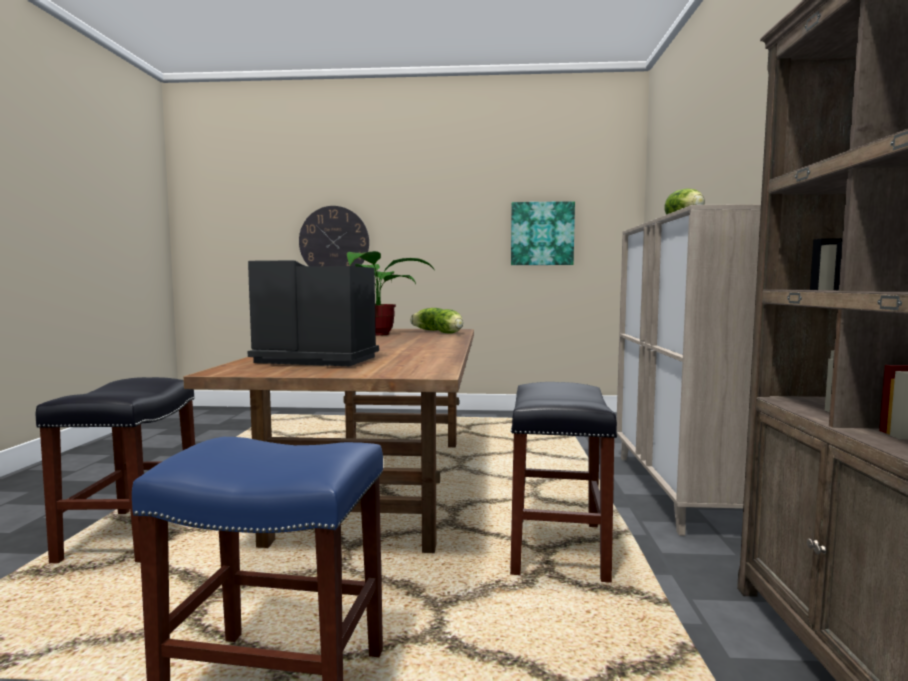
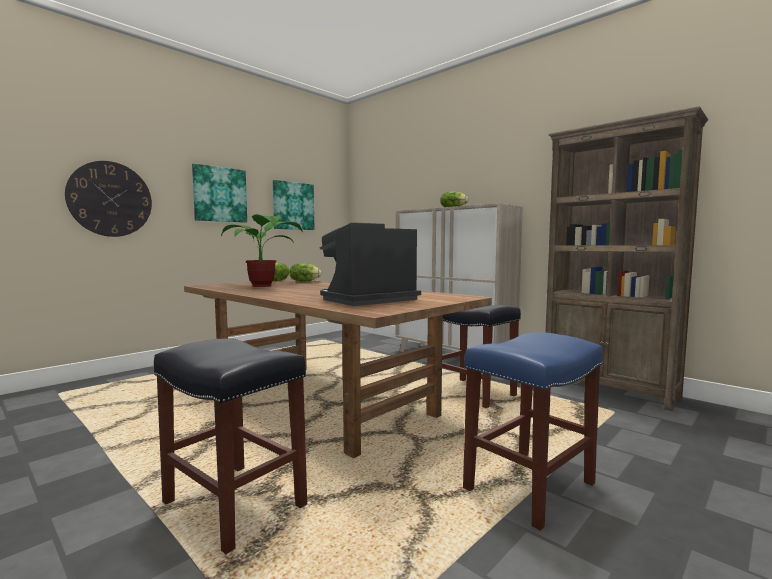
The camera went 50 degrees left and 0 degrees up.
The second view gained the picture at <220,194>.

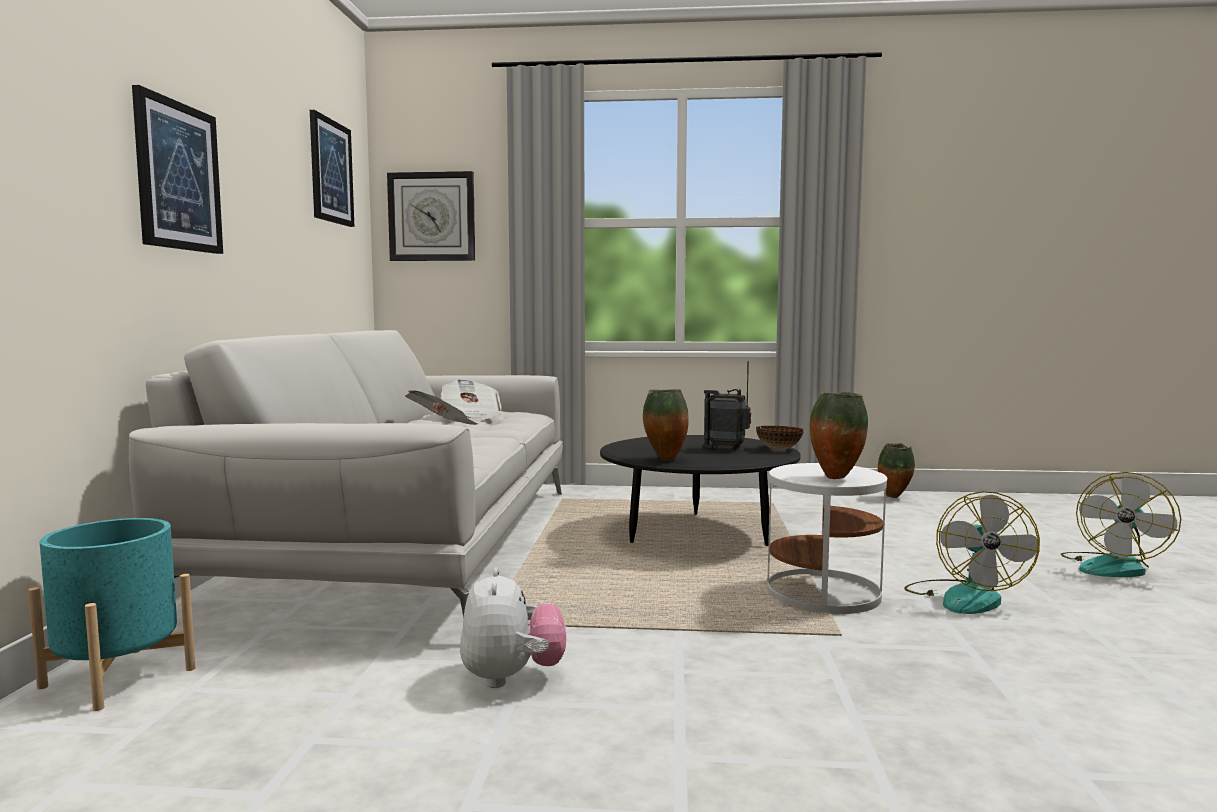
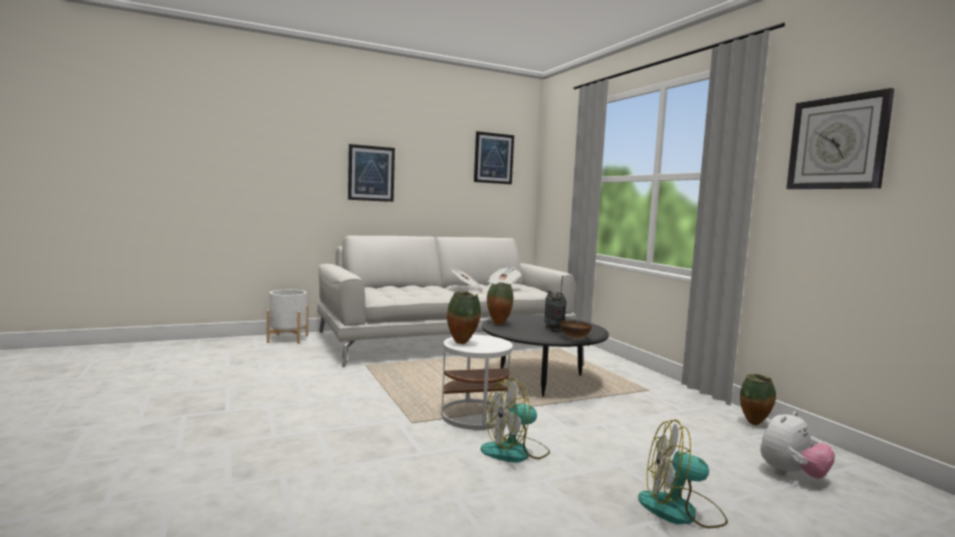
The camera went 60 degrees right and 0 degrees up.
The wall clock ended up elsewhere, having gone from <432,217> to <837,143>.
The plush toy ended up elsewhere, having gone from <512,678> to <791,475>.
What was the planter (turquoise) at <118,678> turned into the planter (white) at <288,339>.

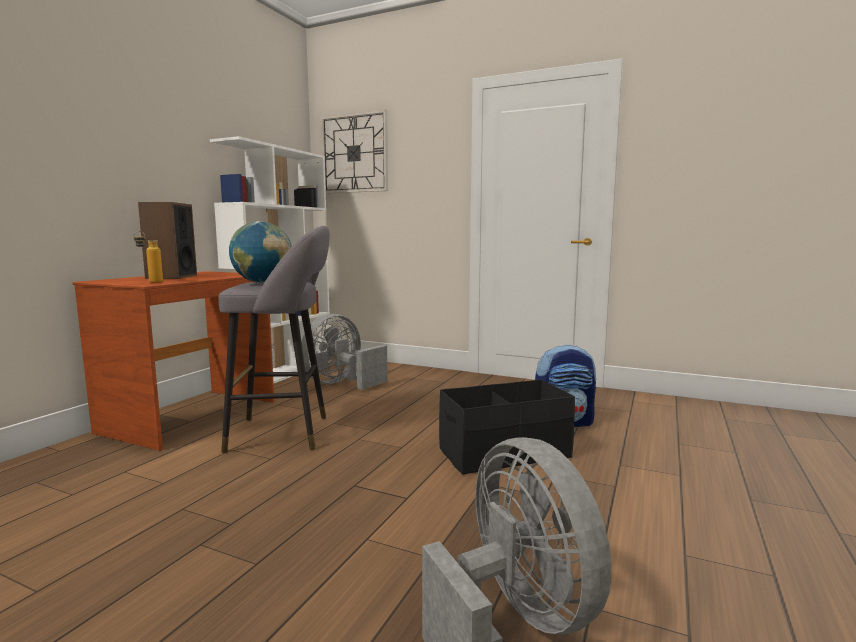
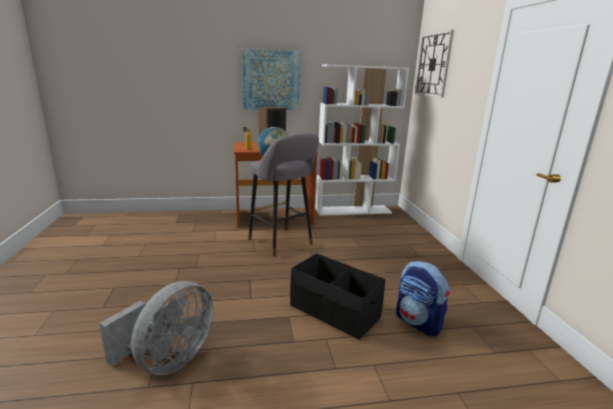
The camera went 55 degrees right and 10 degrees up.
The second view lost the fan (grey) at <341,384>.
The second view gained the picture at <271,80>.

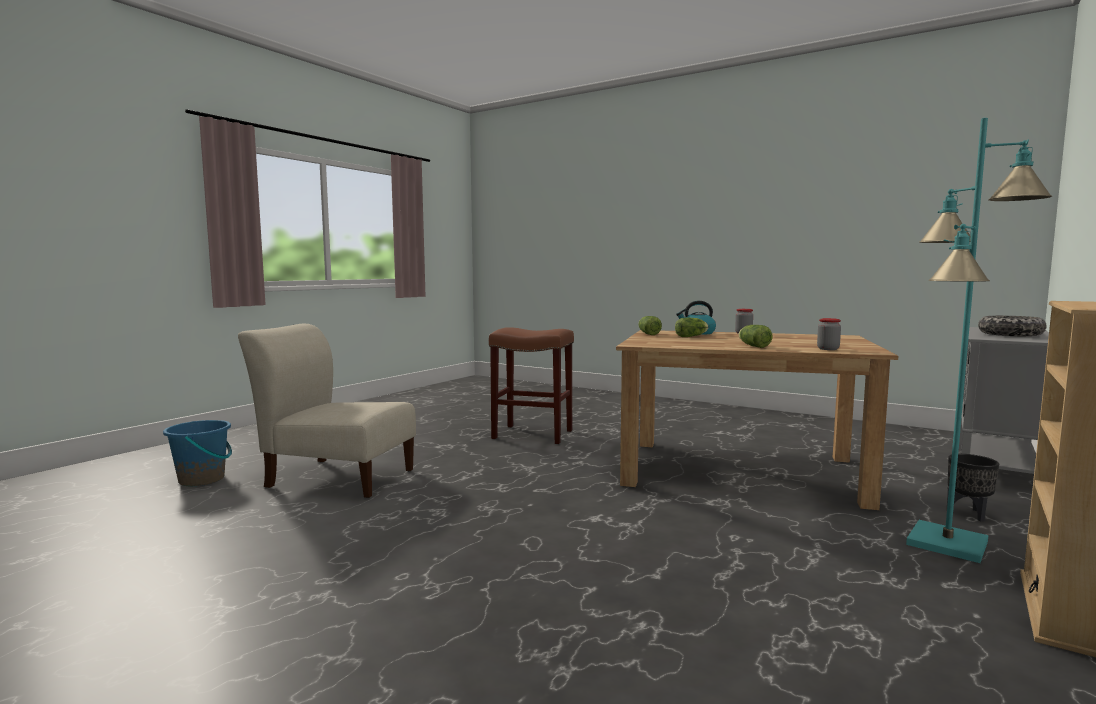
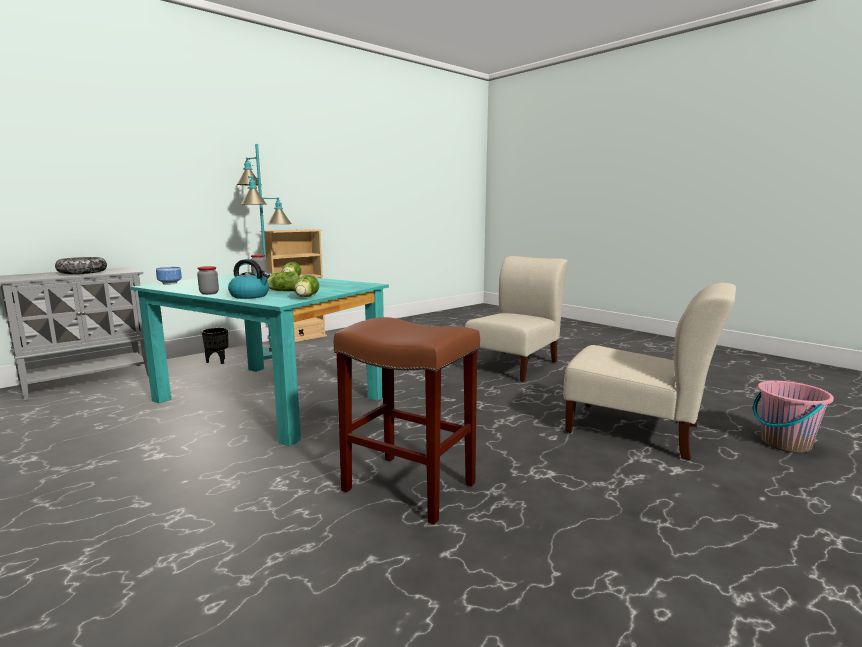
The camera went 165 degrees left and 5 degrees up.
The second view gained the bowl at <168,283>.
The second view gained the chair (beige) at <515,365>.
What was the bucket (blue) at <202,479> turned into the bucket (pink) at <785,444>.
What was the dining table (brown) at <739,471> turned into the dining table (turquoise) at <271,398>.

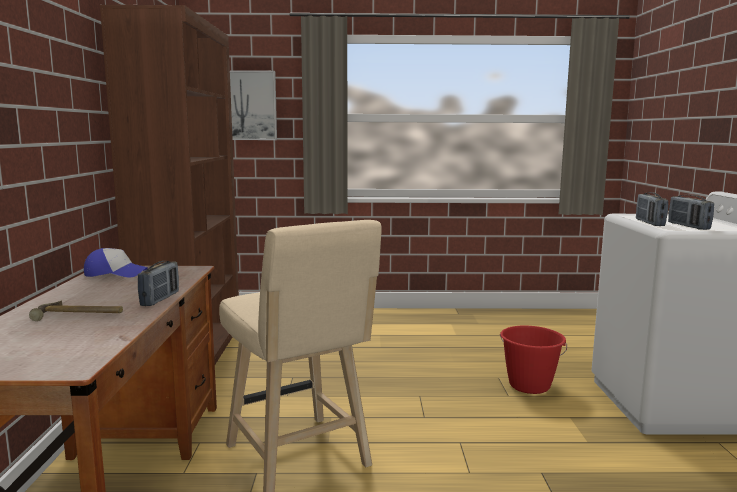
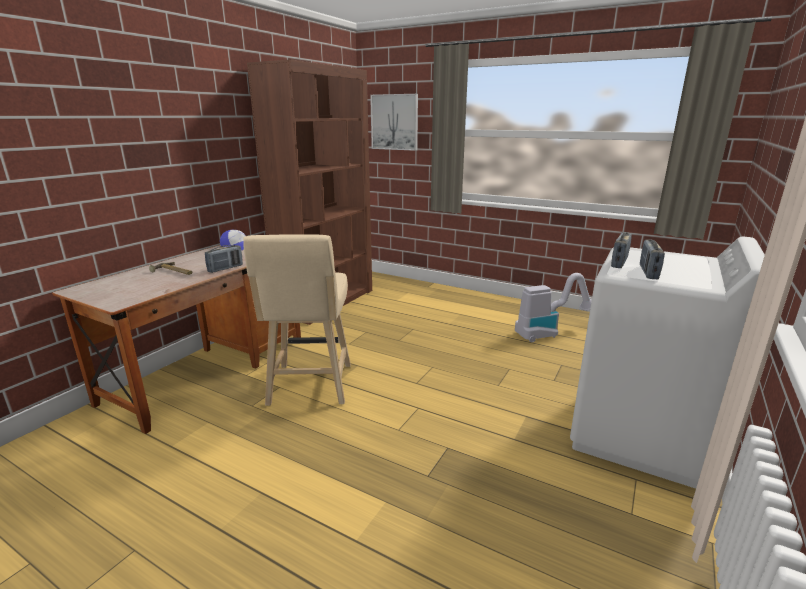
The camera went 30 degrees right and 10 degrees up.
The second view lost the bucket (red) at <529,385>.
The second view gained the vacuum cleaner at <548,333>.

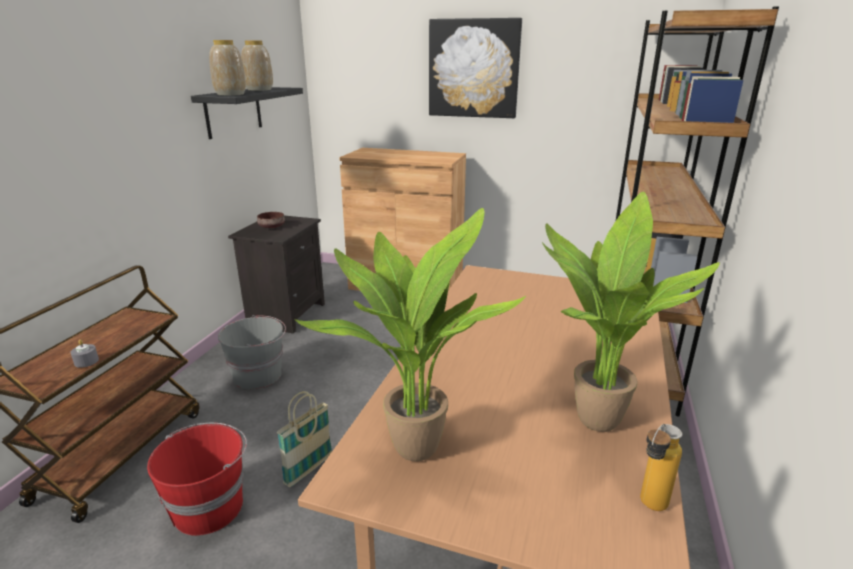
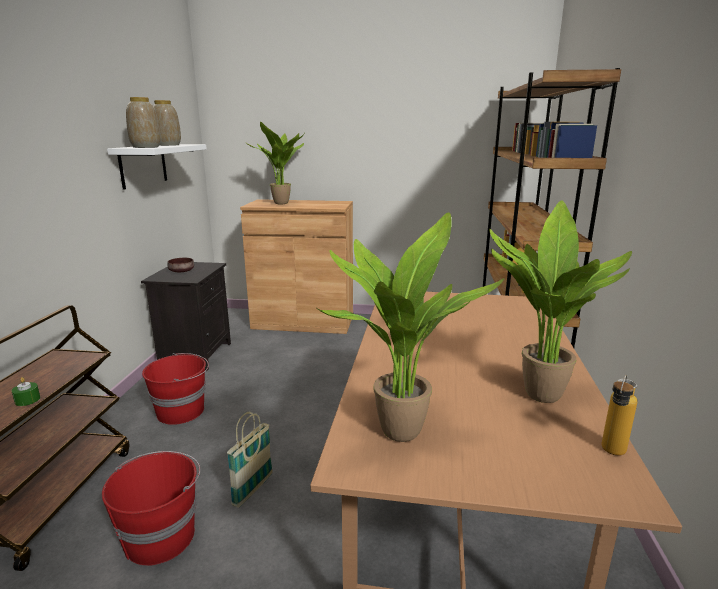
The camera went 10 degrees left and 5 degrees down.
The second view lost the picture at <473,69>.
The second view gained the potted plant at <283,204>.
What was the candle (grey) at <86,361> turned into the candle (green) at <27,400>.
What was the shelf (black) at <233,112> turned into the shelf (white) at <143,165>.
What was the bucket (grey) at <259,375> turned into the bucket (red) at <182,411>.

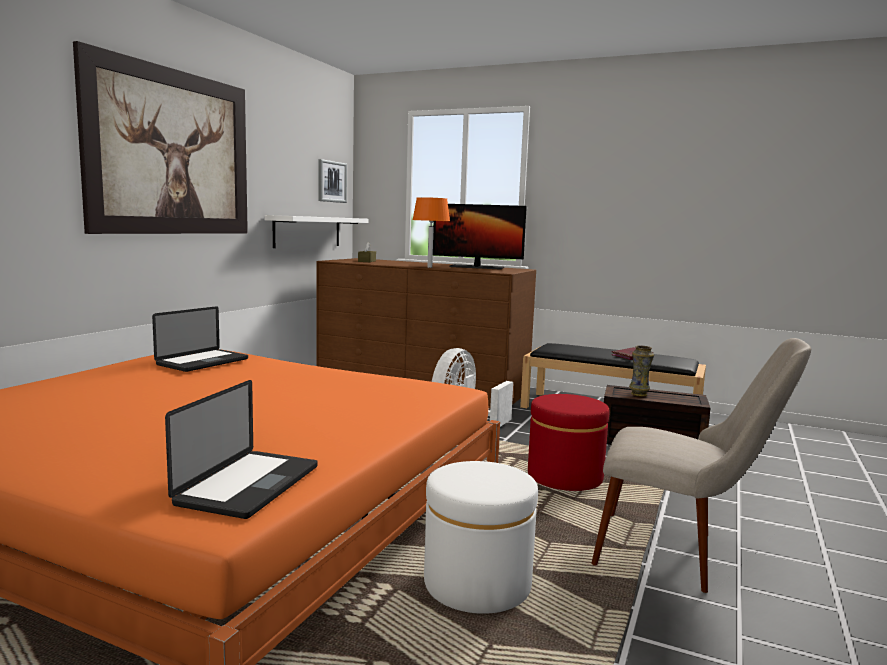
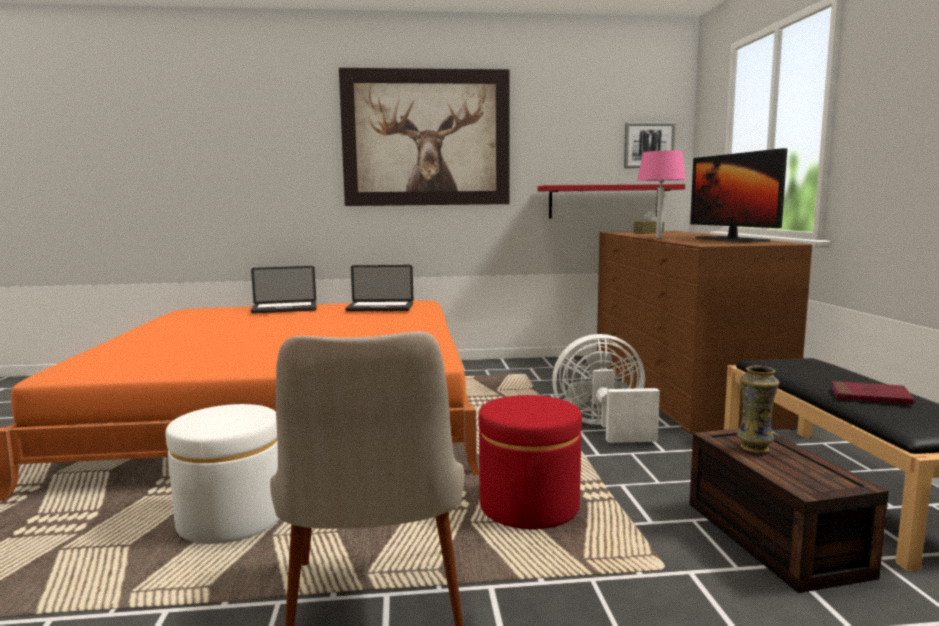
The camera went 60 degrees right and 0 degrees up.
The laptop ended up elsewhere, having gone from <249,485> to <284,309>.
What was the shelf (white) at <307,231> turned into the shelf (red) at <604,201>.
What was the table lamp (orange) at <429,267> turned into the table lamp (pink) at <658,238>.

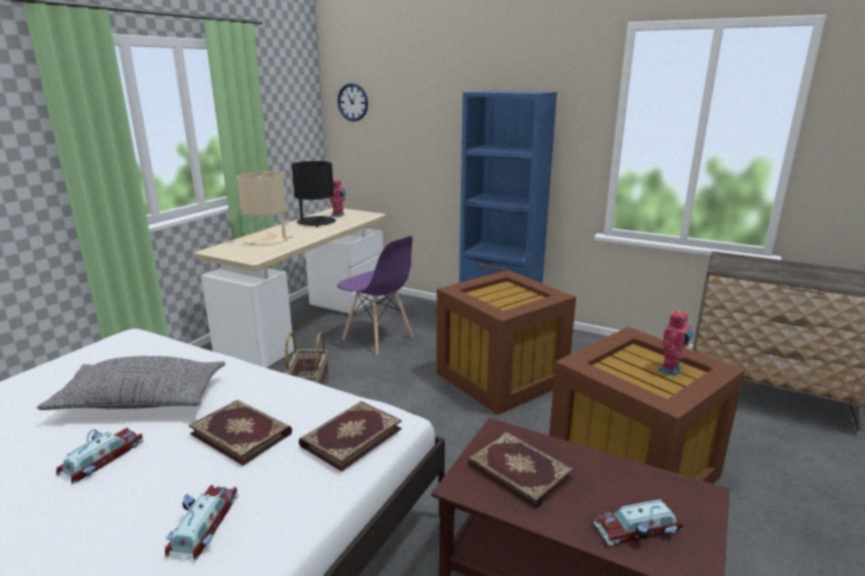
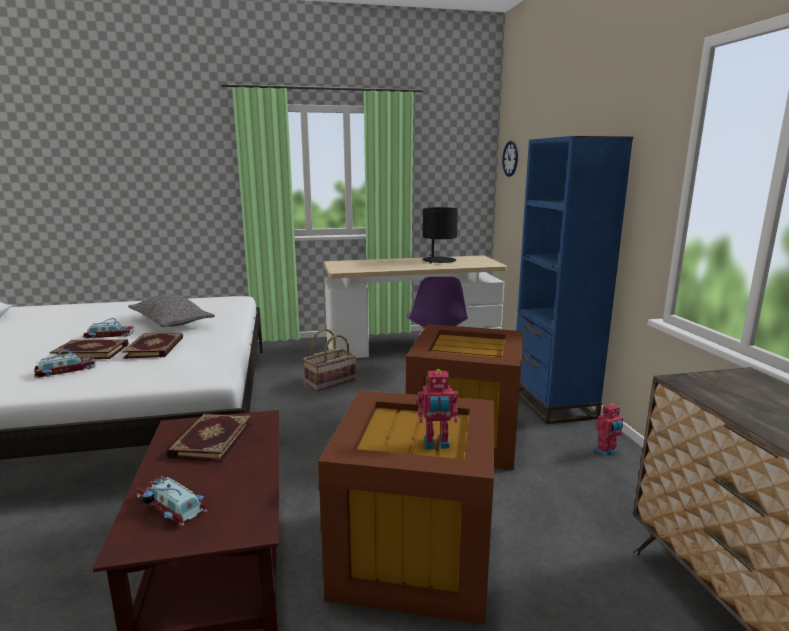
The camera went 50 degrees right and 5 degrees down.
The second view lost the table lamp (beige) at <267,240>.
The book ended up elsewhere, having gone from <350,436> to <91,351>.
The toy robot ended up elsewhere, having gone from <338,215> to <606,452>.

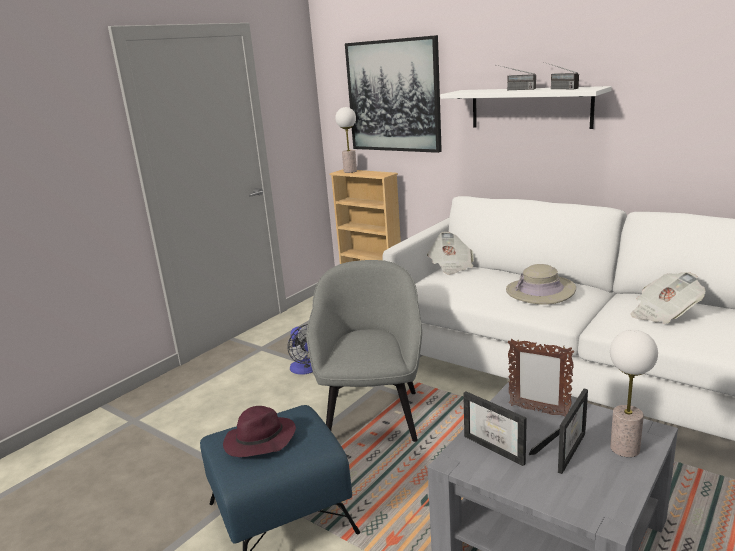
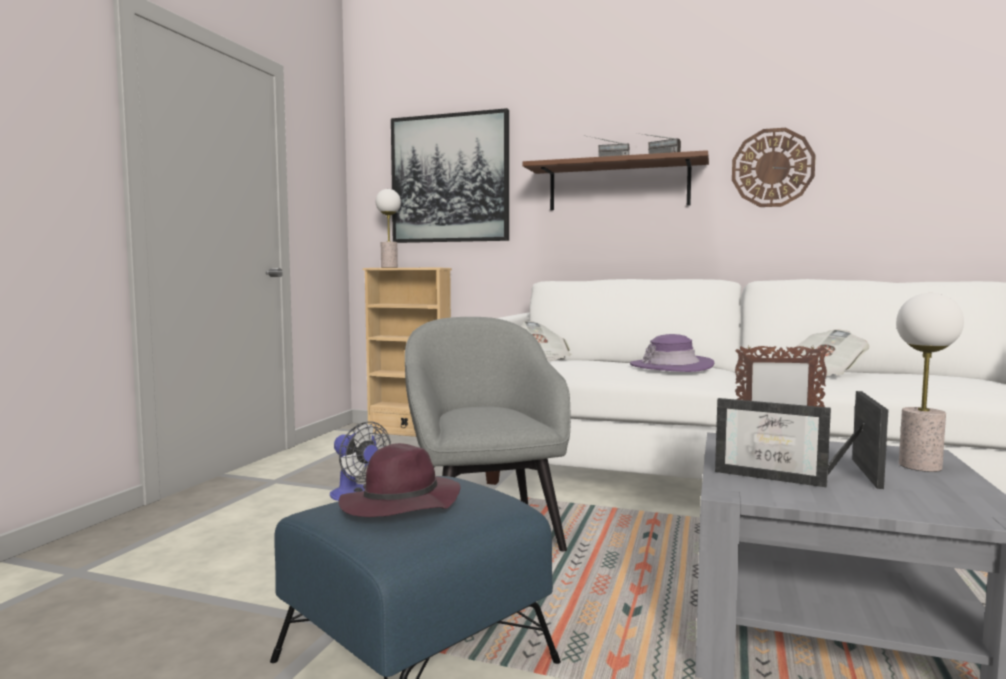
The camera went 20 degrees left and 15 degrees down.
The second view gained the wall clock at <772,168>.
What was the shelf (white) at <530,108> turned into the shelf (brown) at <618,186>.
What was the hat (beige) at <540,291> turned into the hat (purple) at <671,366>.

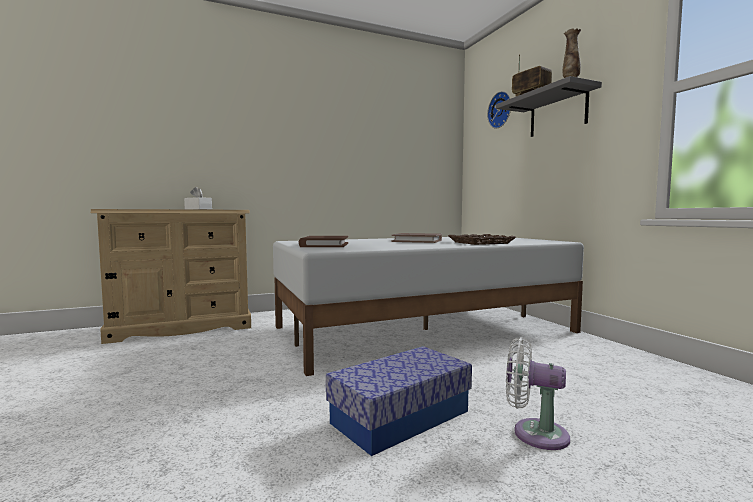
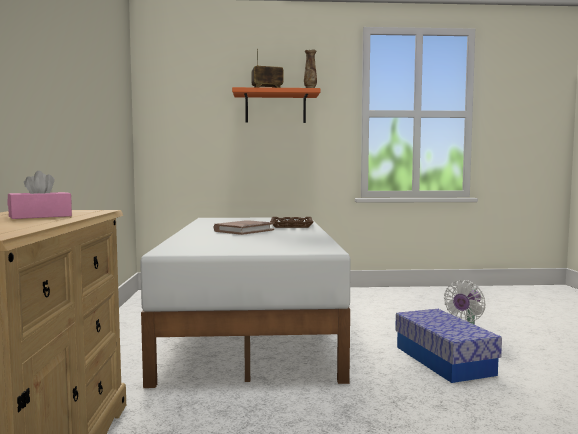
The camera went 70 degrees left and 0 degrees up.
The second view lost the book (brown) at <324,245>.
The second view lost the wall clock at <501,110>.
What was the tissue box (white) at <198,209> turned into the tissue box (pink) at <40,216>.
What was the shelf (grey) at <558,113> turned into the shelf (orange) at <275,108>.

